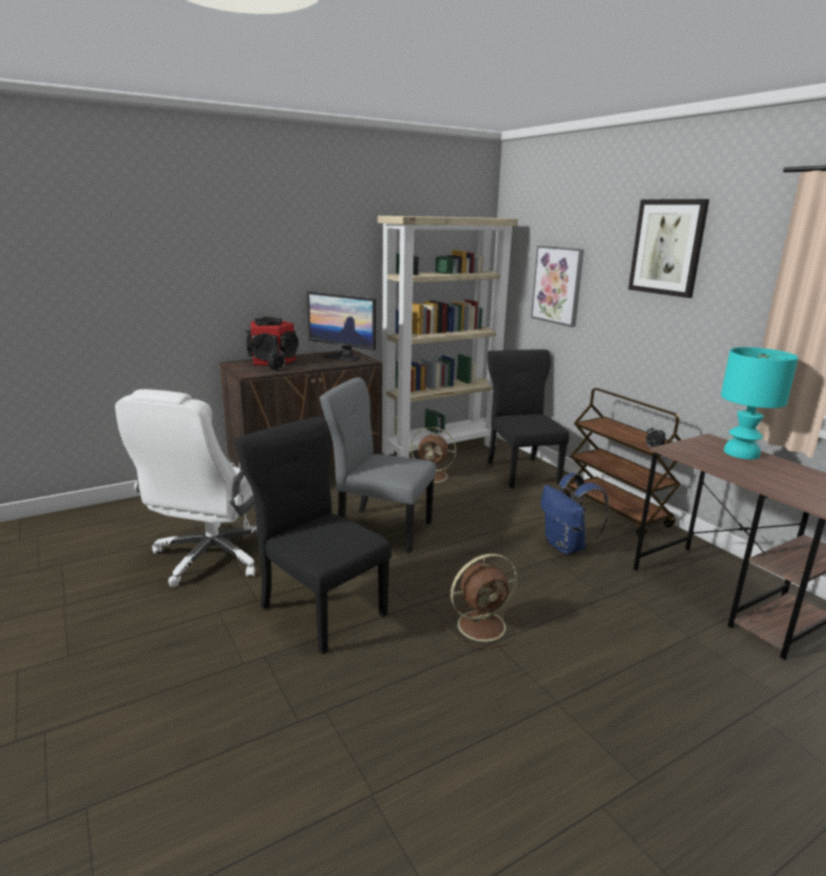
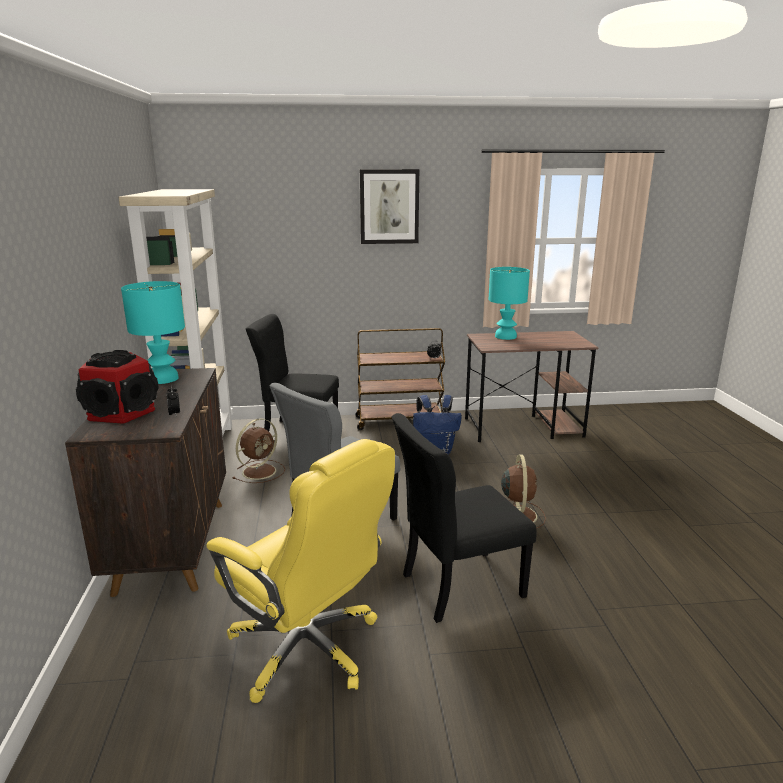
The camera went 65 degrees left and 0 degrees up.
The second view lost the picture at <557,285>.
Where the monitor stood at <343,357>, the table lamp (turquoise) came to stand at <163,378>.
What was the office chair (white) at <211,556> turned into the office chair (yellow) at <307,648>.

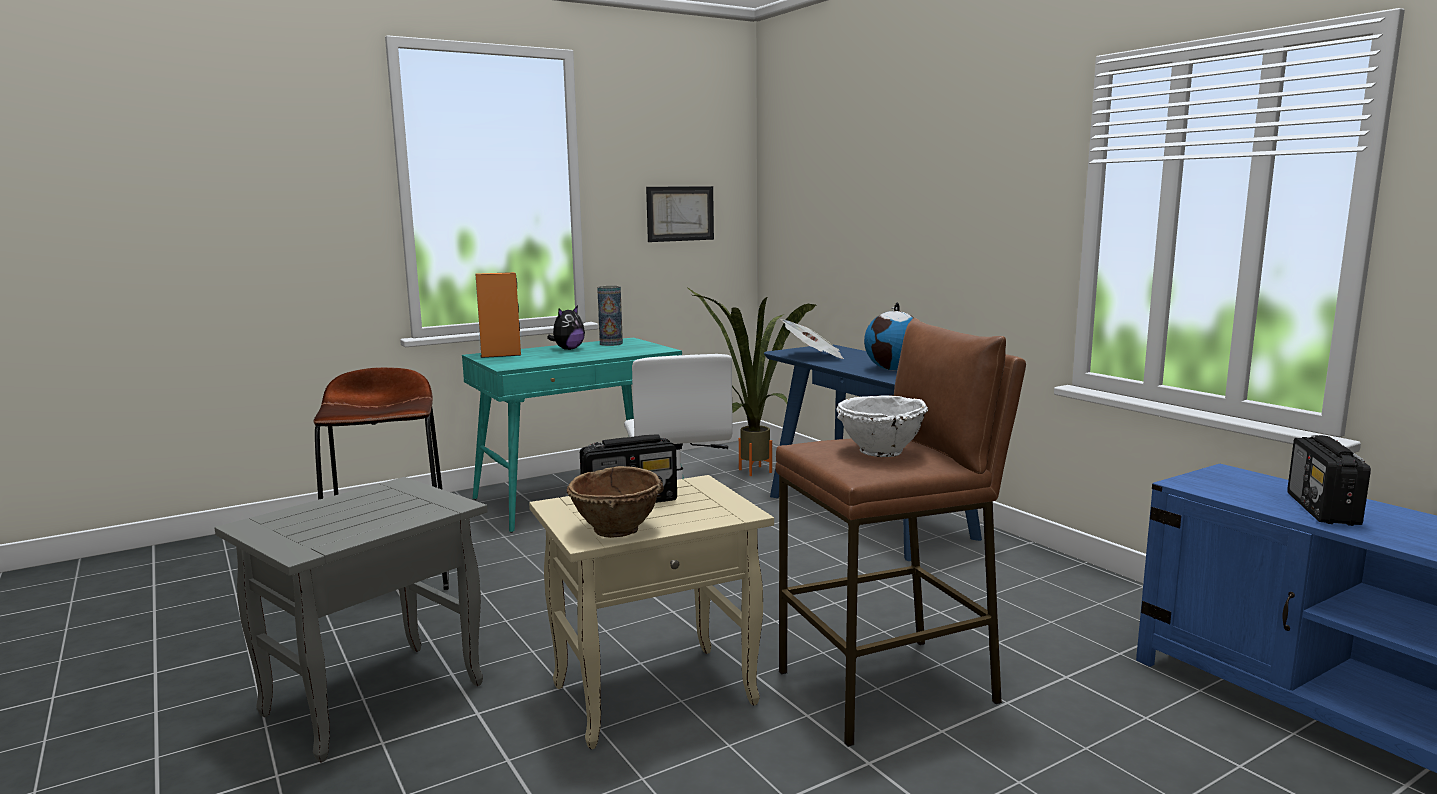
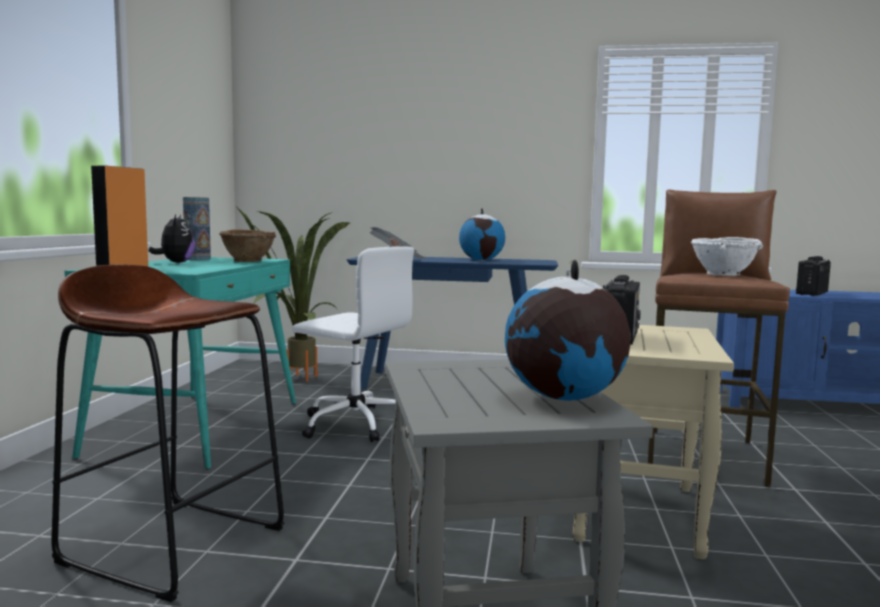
The camera went 50 degrees left and 5 degrees down.
The second view lost the picture at <680,213>.
The second view gained the globe at <563,398>.
The bowl (brown) ended up elsewhere, having gone from <617,530> to <249,261>.
The radio at <1322,509> ended up facing another way, 75 degrees clockwise from before.

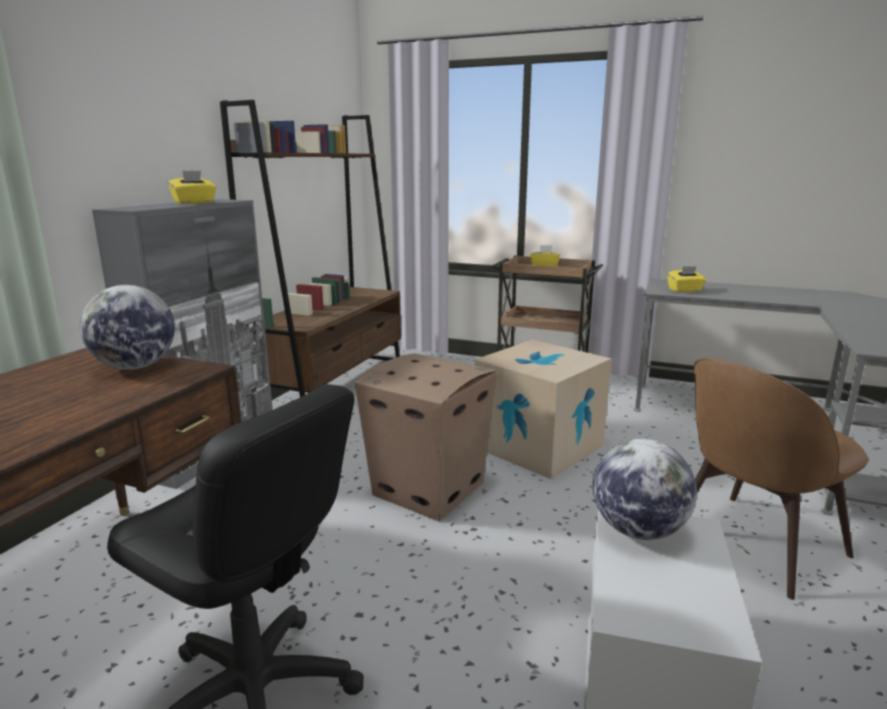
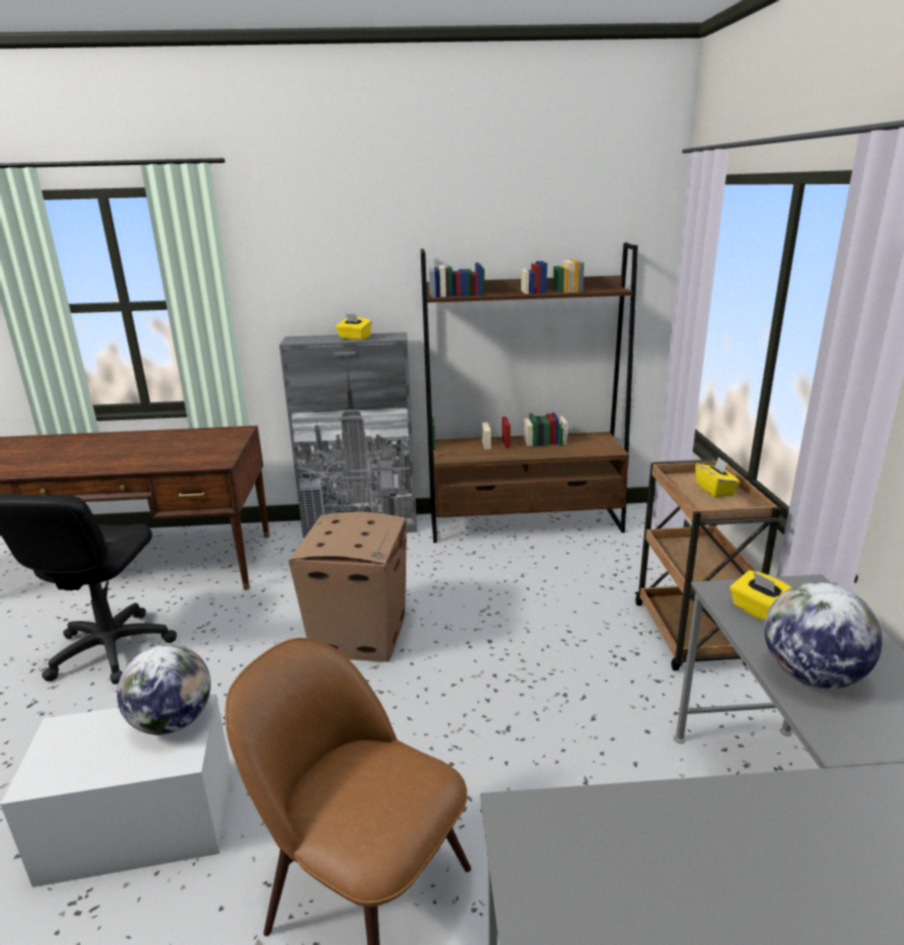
The camera went 65 degrees right and 5 degrees up.
The second view lost the cardboard box at <538,446>.
The globe ended up elsewhere, having gone from <135,367> to <811,676>.

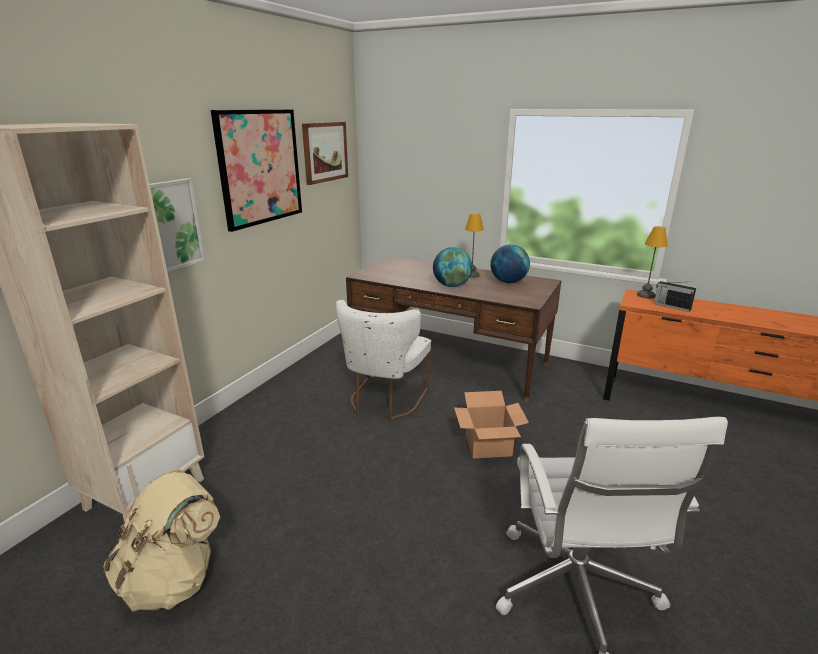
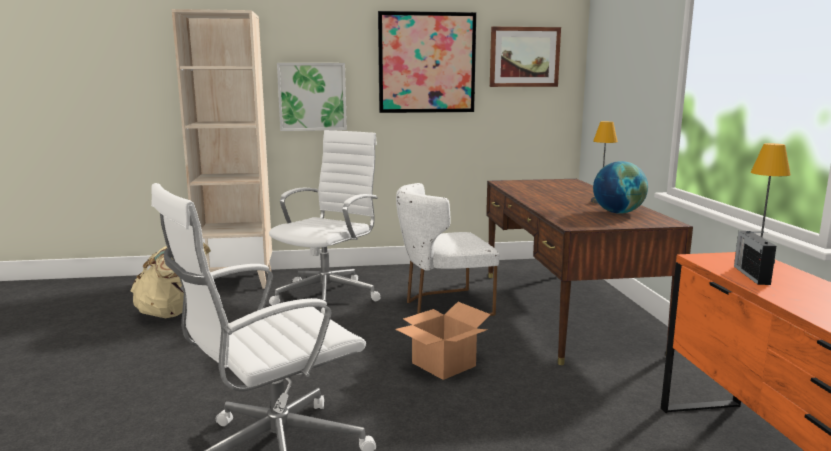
The camera went 55 degrees right and 10 degrees down.
The second view lost the globe at <451,286>.
The second view gained the office chair (white) at <329,295>.

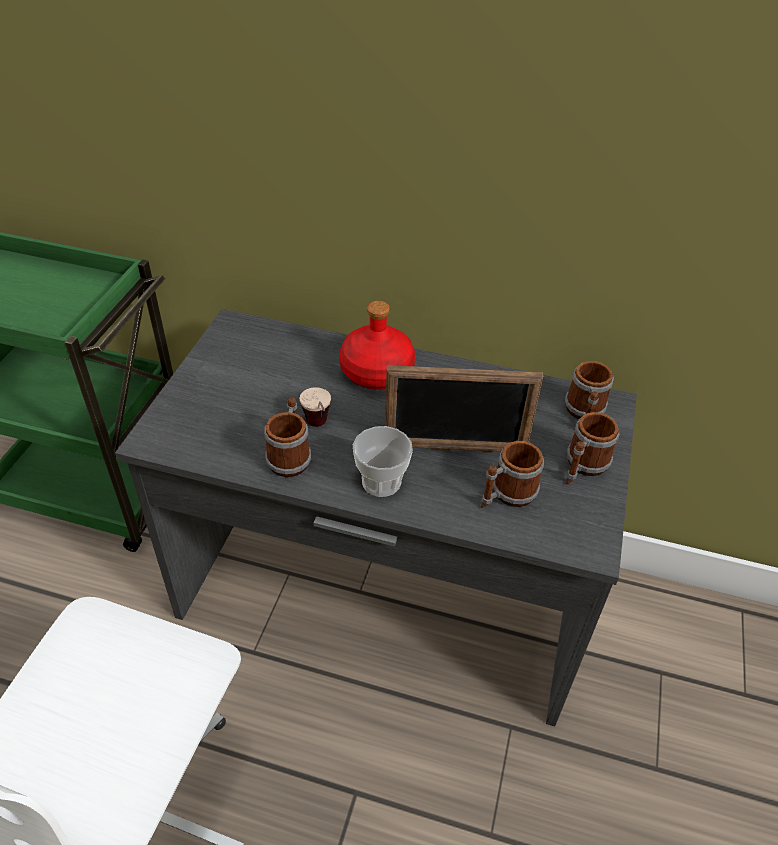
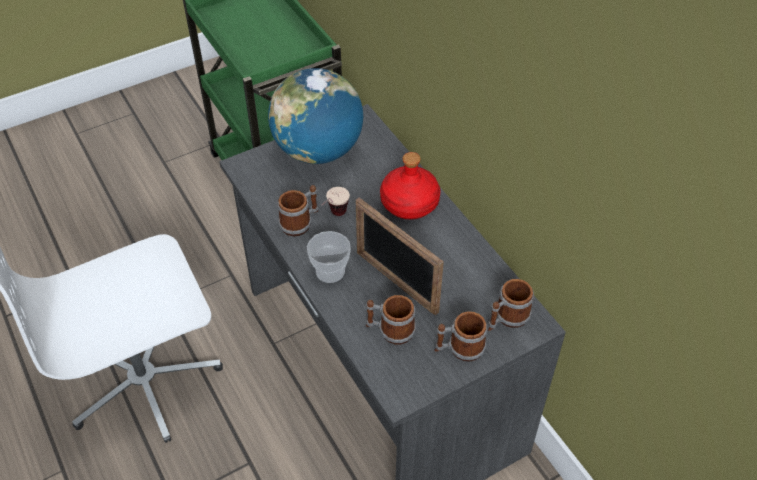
The camera went 45 degrees right and 5 degrees up.
The second view gained the globe at <318,151>.

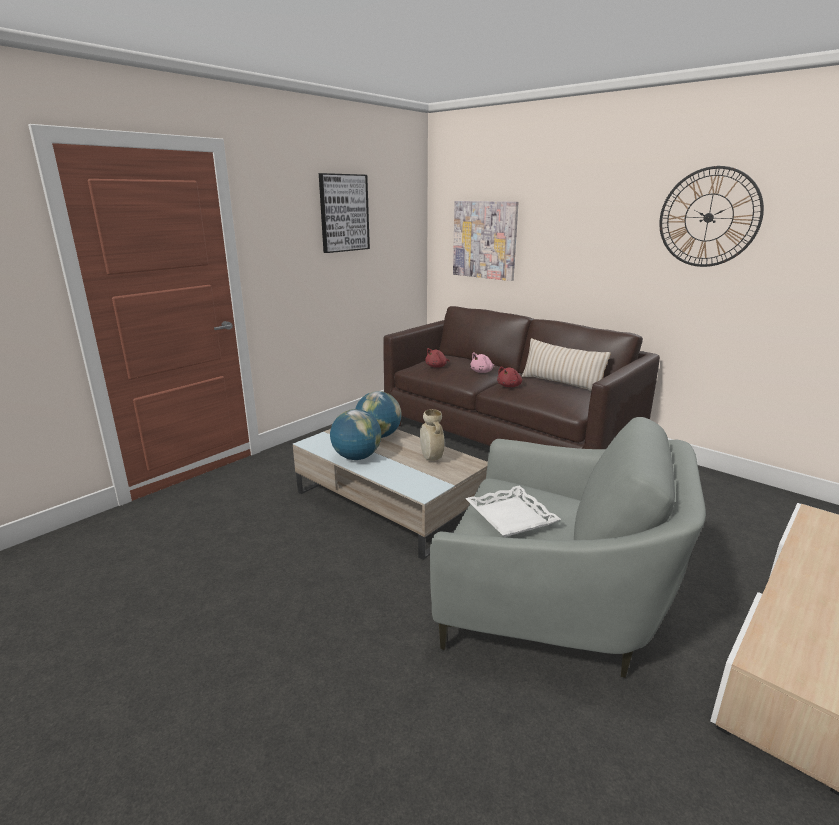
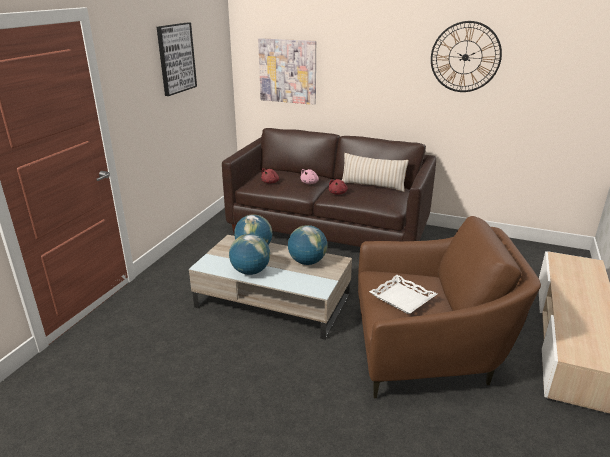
The camera went 20 degrees left and 5 degrees up.
Where the vase (beige) stood at <431,458>, the globe came to stand at <307,262>.
What was the armchair (grey) at <553,607> turned into the armchair (brown) at <427,351>.

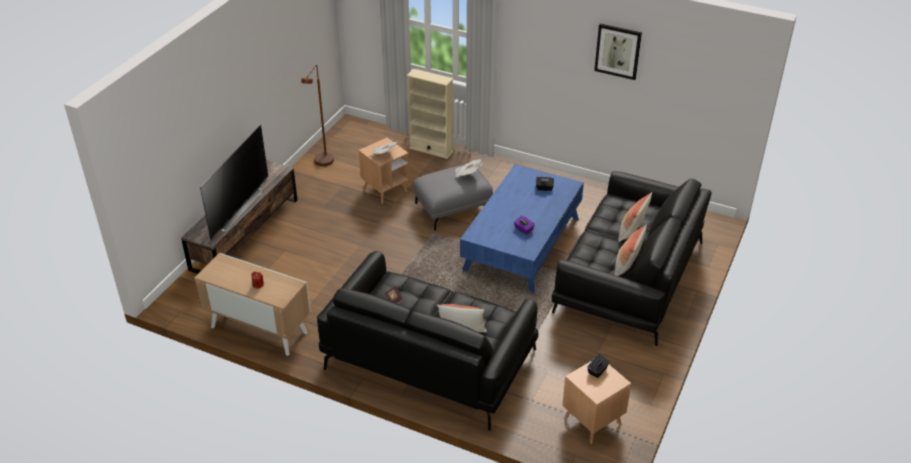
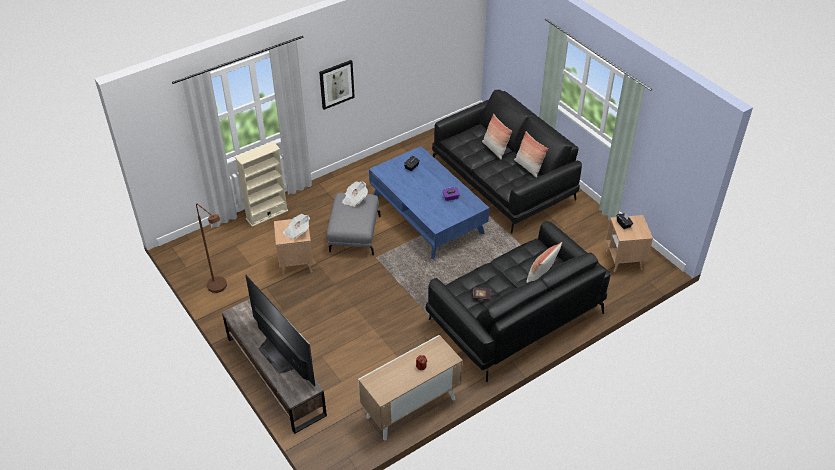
The camera went 60 degrees left and 5 degrees up.
The picture ended up elsewhere, having gone from <618,51> to <336,84>.

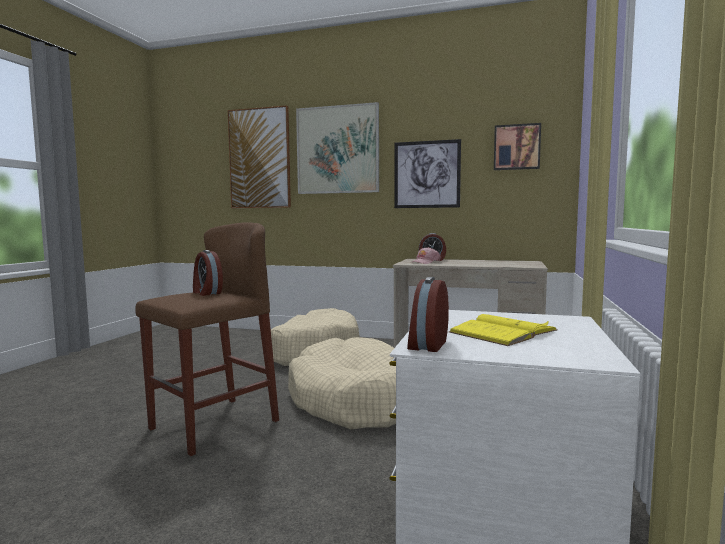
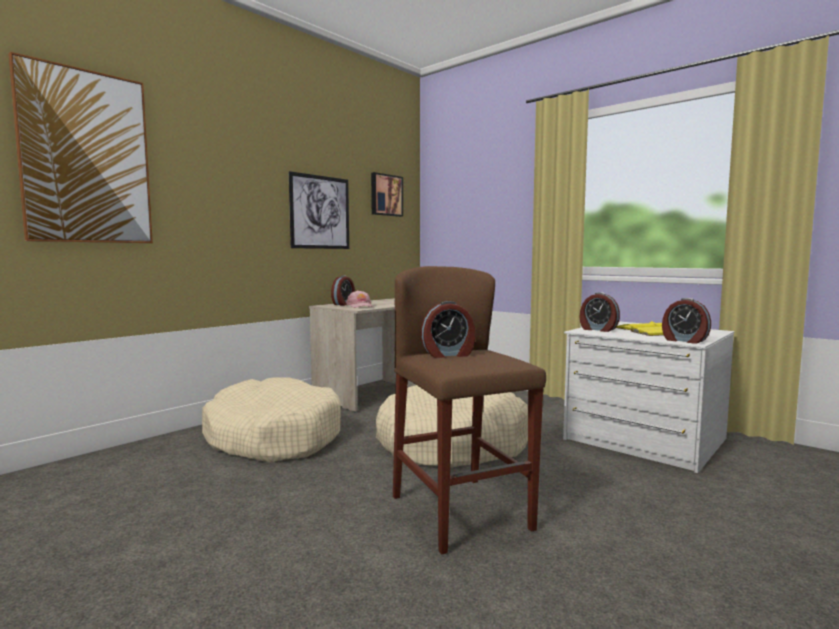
The camera went 65 degrees left and 0 degrees up.
The second view lost the picture at <337,150>.
The second view gained the alarm clock at <598,329>.

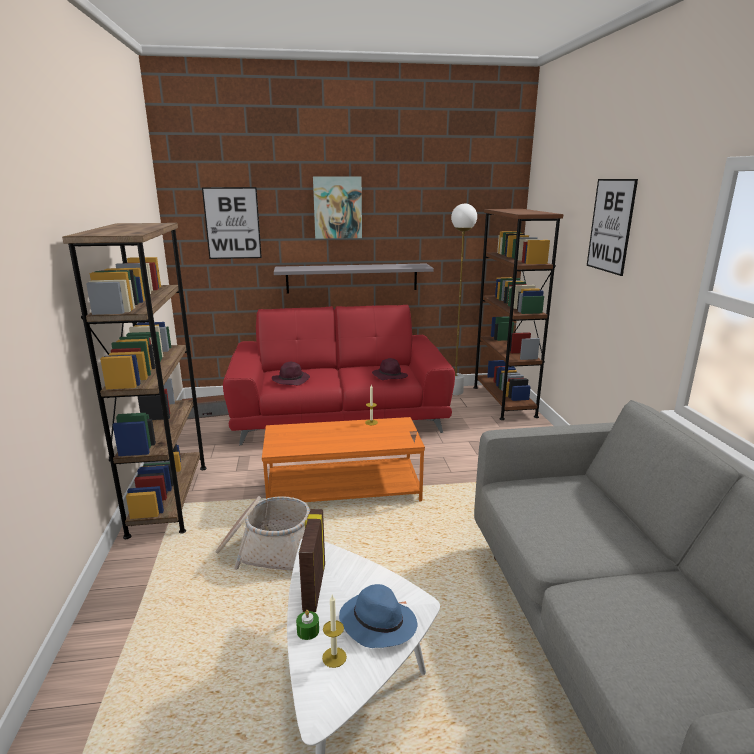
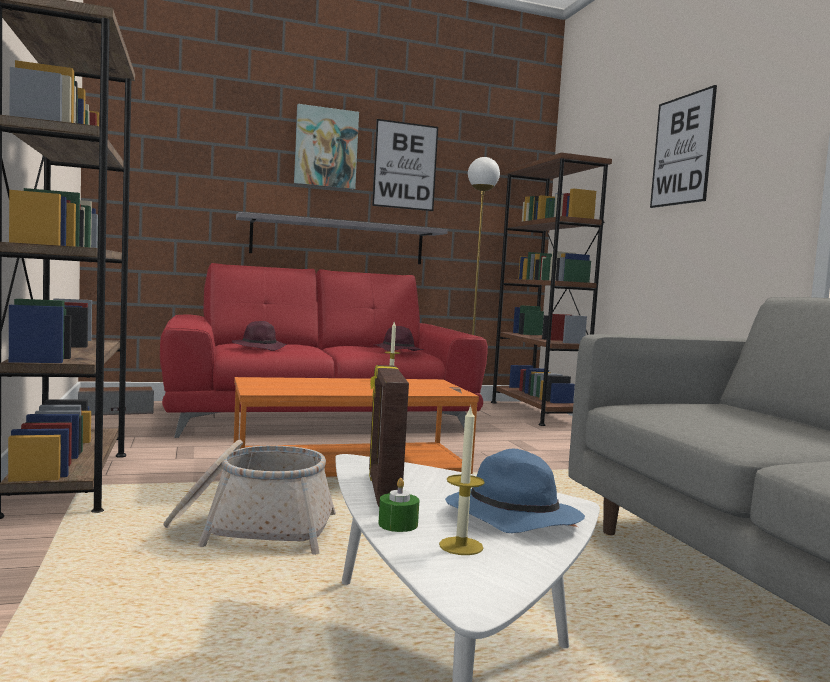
The camera went 10 degrees left and 15 degrees down.
The picture ended up elsewhere, having gone from <232,223> to <405,166>.

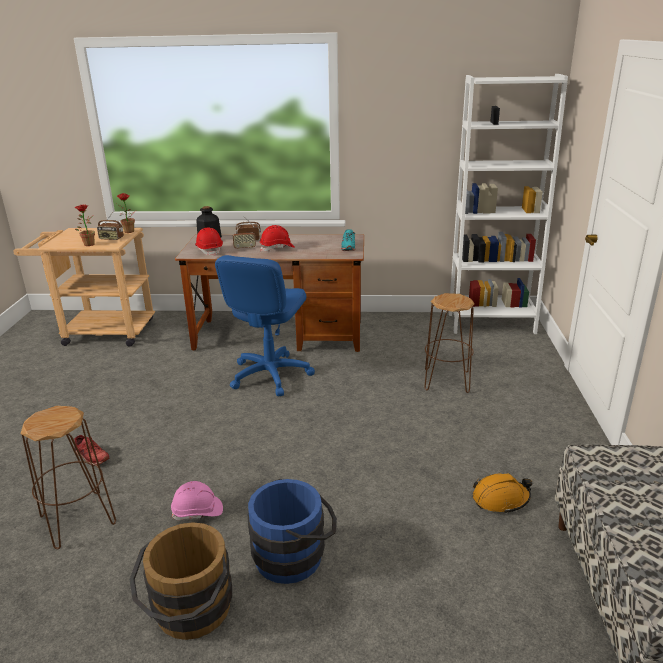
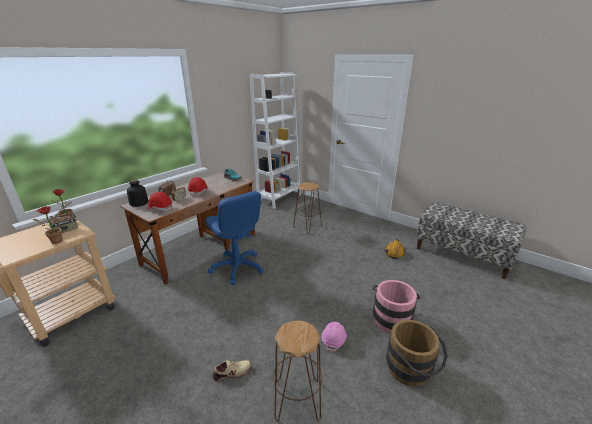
The camera went 55 degrees left and 0 degrees up.
What was the shoe (red) at <91,456> turned into the shoe (beige) at <232,373>.
What was the bucket (blue) at <295,554> turned into the bucket (pink) at <391,318>.

